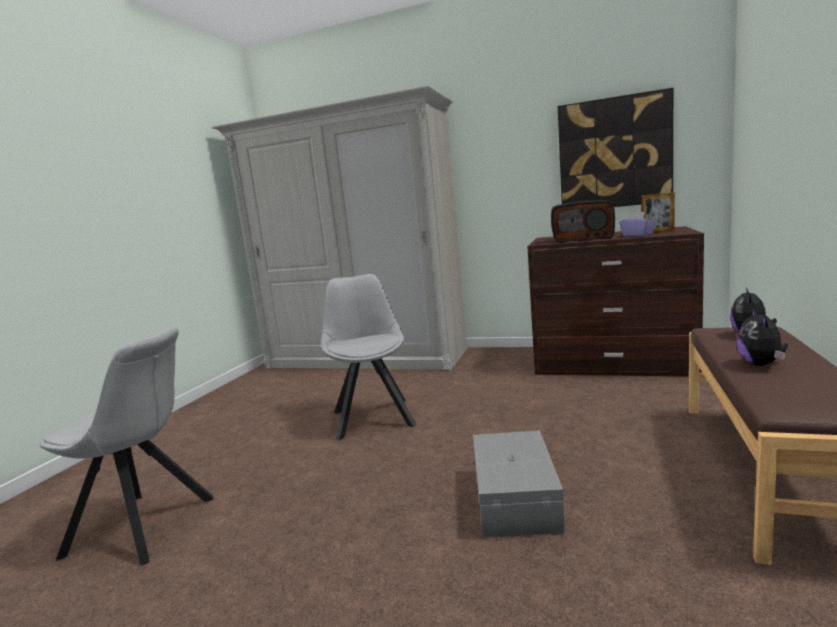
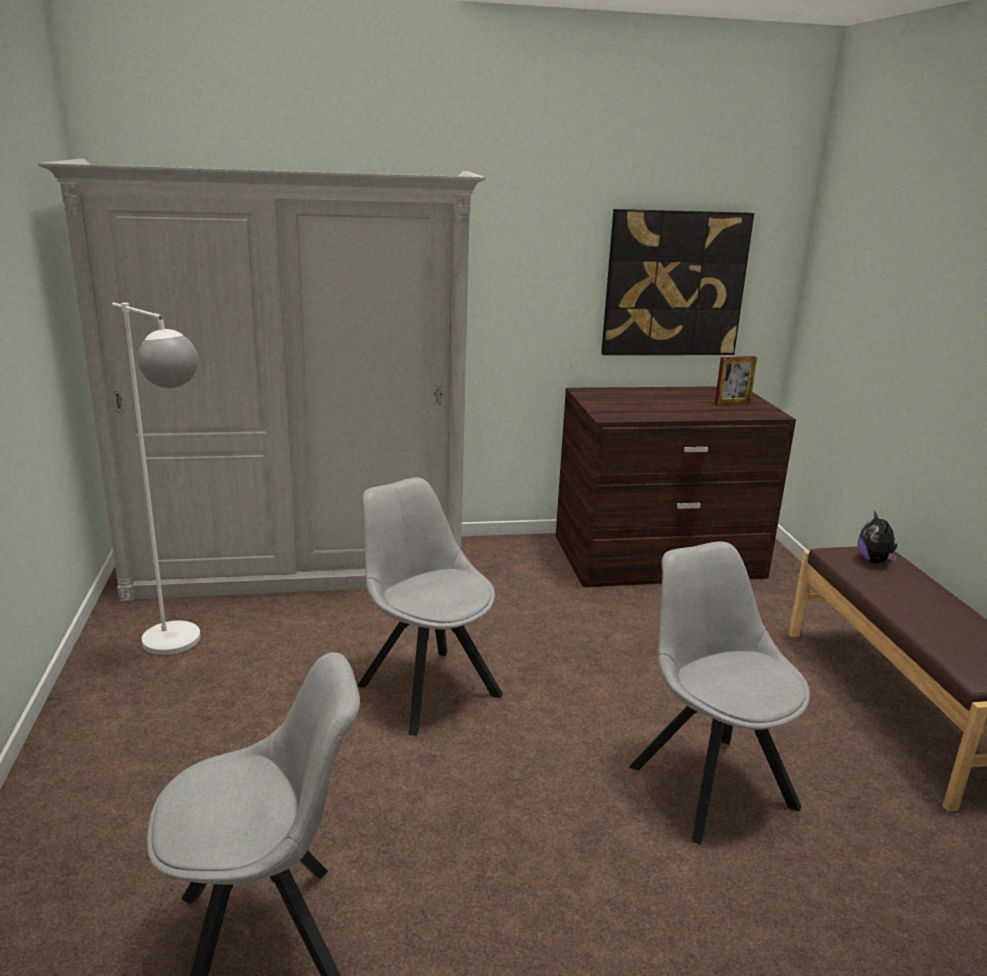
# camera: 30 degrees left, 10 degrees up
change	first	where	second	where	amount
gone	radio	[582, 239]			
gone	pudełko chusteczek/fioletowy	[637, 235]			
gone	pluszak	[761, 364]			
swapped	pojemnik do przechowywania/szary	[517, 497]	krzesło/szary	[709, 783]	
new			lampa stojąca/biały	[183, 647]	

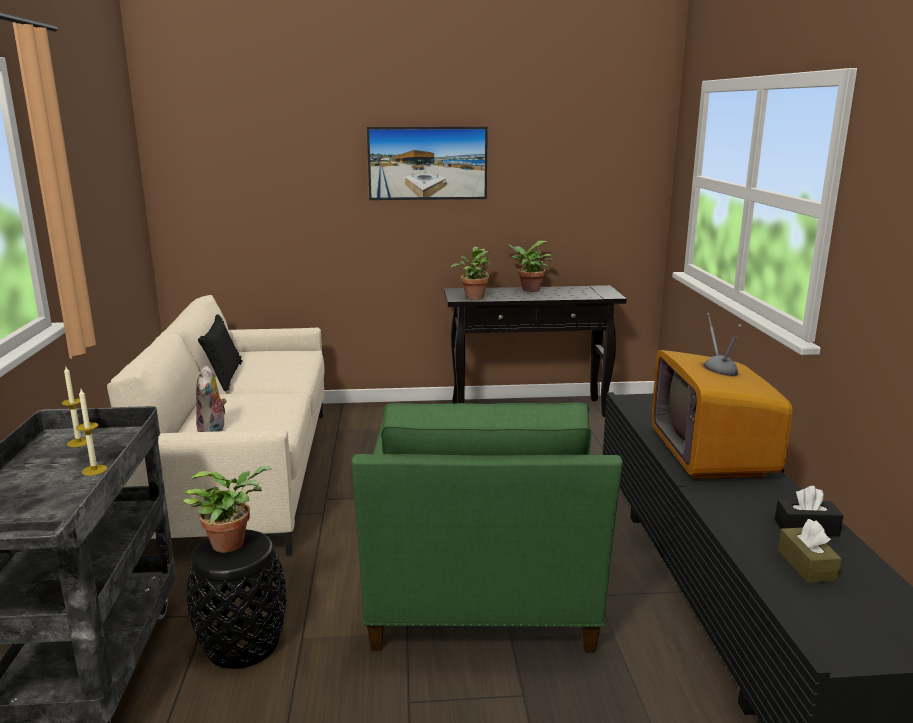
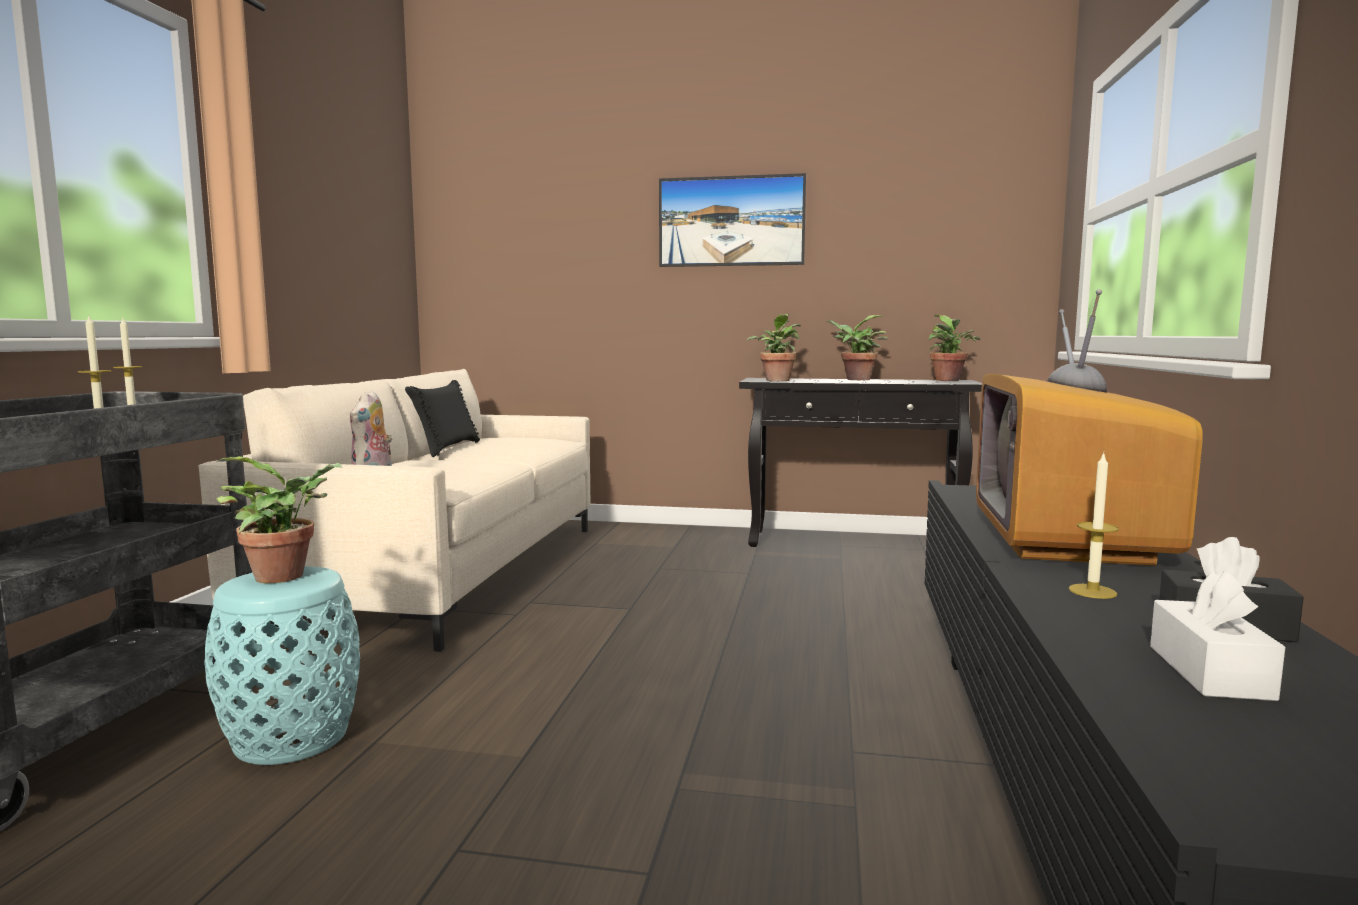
# camera: 15 degrees right, 10 degrees down
change	first	where	second	where	amount
gone	fotel/zielony	[479, 587]			
repainted	pudełko chusteczek/brązowy	[806, 565]	pudełko chusteczek/biały	[1209, 672]	
repainted	stołek/czarny	[242, 645]	stołek/turkusowy	[291, 739]	
new			roślina doniczkowa	[949, 380]	
new			świeca	[1092, 591]	

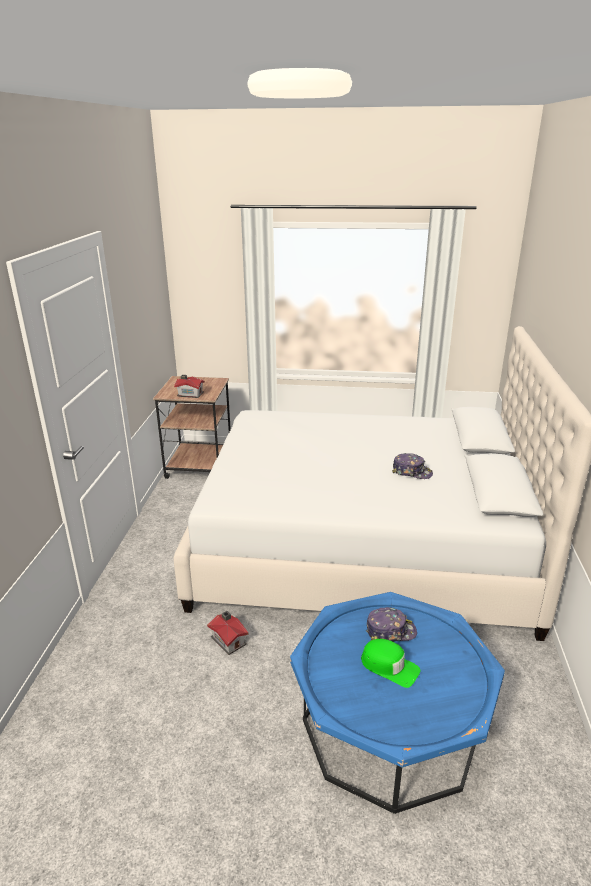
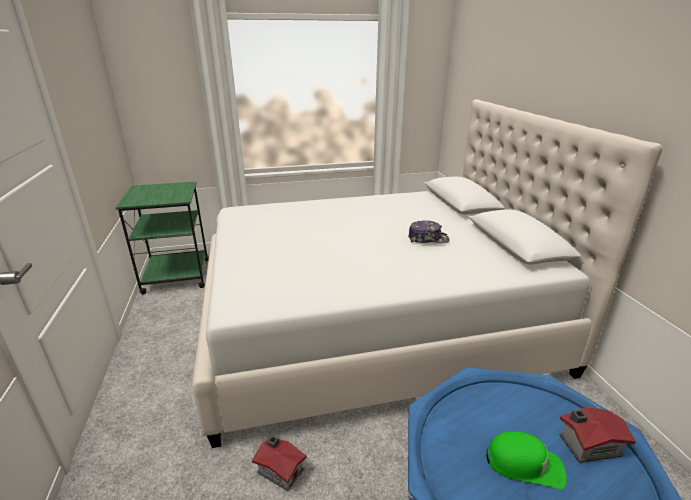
# camera: 20 degrees left, 0 degrees up
change	first	where	second	where	amount
shifted	domek	[190, 394]		[587, 444]	
repainted	wózek/brązowy	[199, 465]	wózek/zielony	[177, 275]	
gone	czapka z daszkiem	[390, 631]			

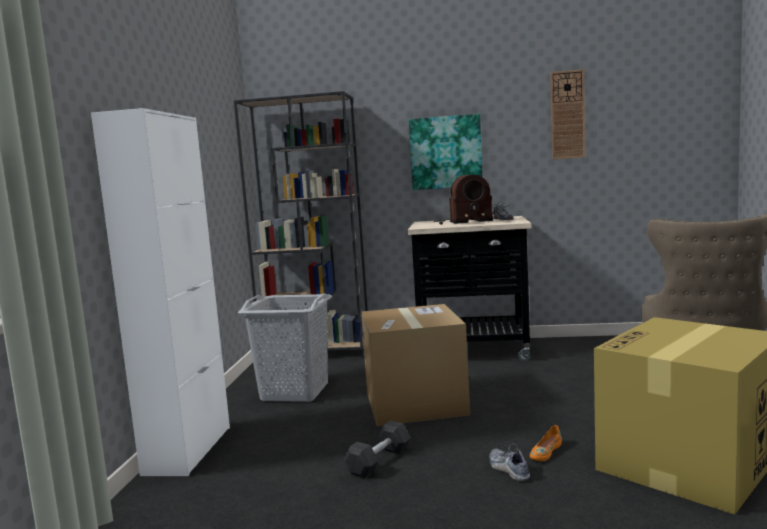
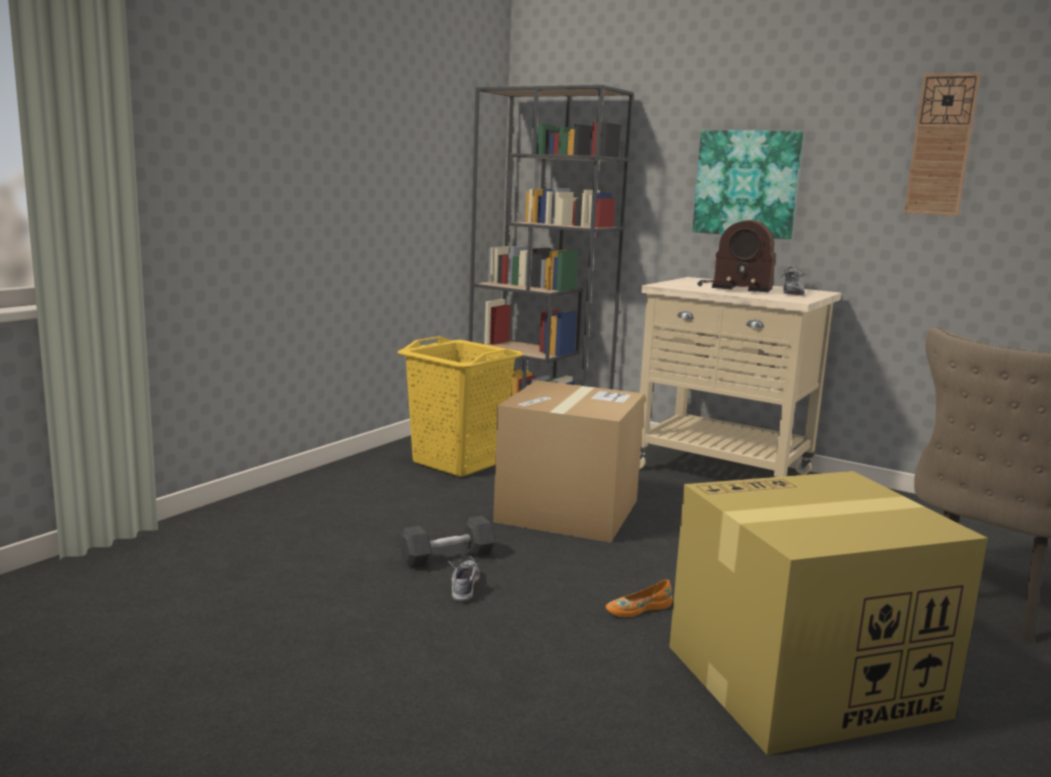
# camera: 25 degrees right, 5 degrees up
change	first	where	second	where	amount
gone	szafka/biały	[188, 450]			
repainted	wózek/czarny	[473, 351]	wózek/beżowy	[723, 471]	
repainted	kosz na pranie/szary	[294, 392]	kosz na pranie/żółty	[458, 462]	
shifted	but	[508, 469]		[464, 586]	

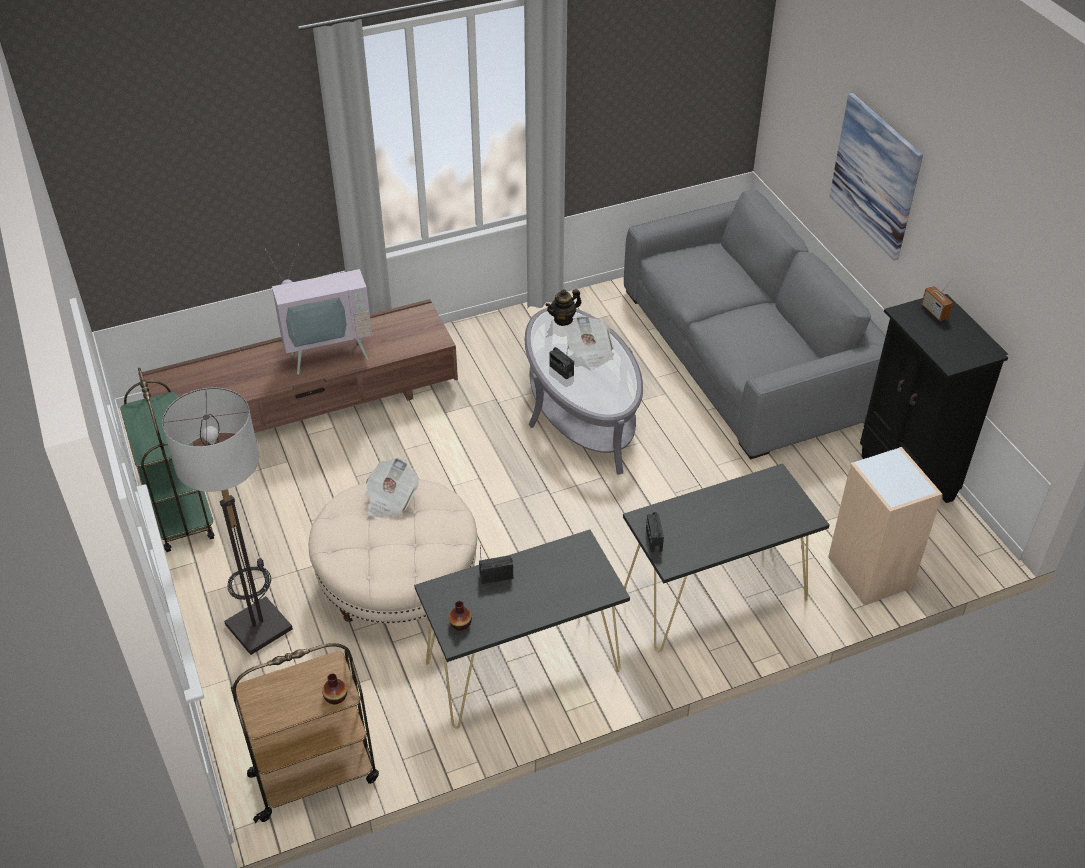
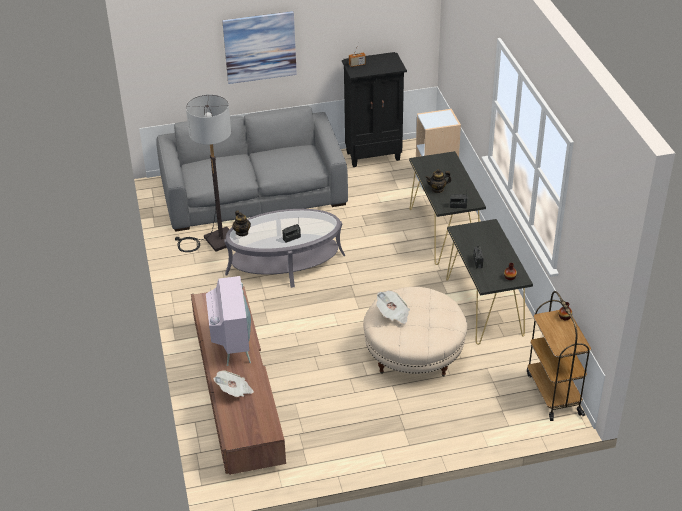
# camera: 80 degrees left, 5 degrees down
change	first	where	second	where	amount
shifted	gazeta	[590, 352]		[234, 391]	
gone	wózek/zielony	[180, 514]			
shifted	lampa stojąca	[256, 614]		[211, 242]	
new			imbryk	[437, 189]	

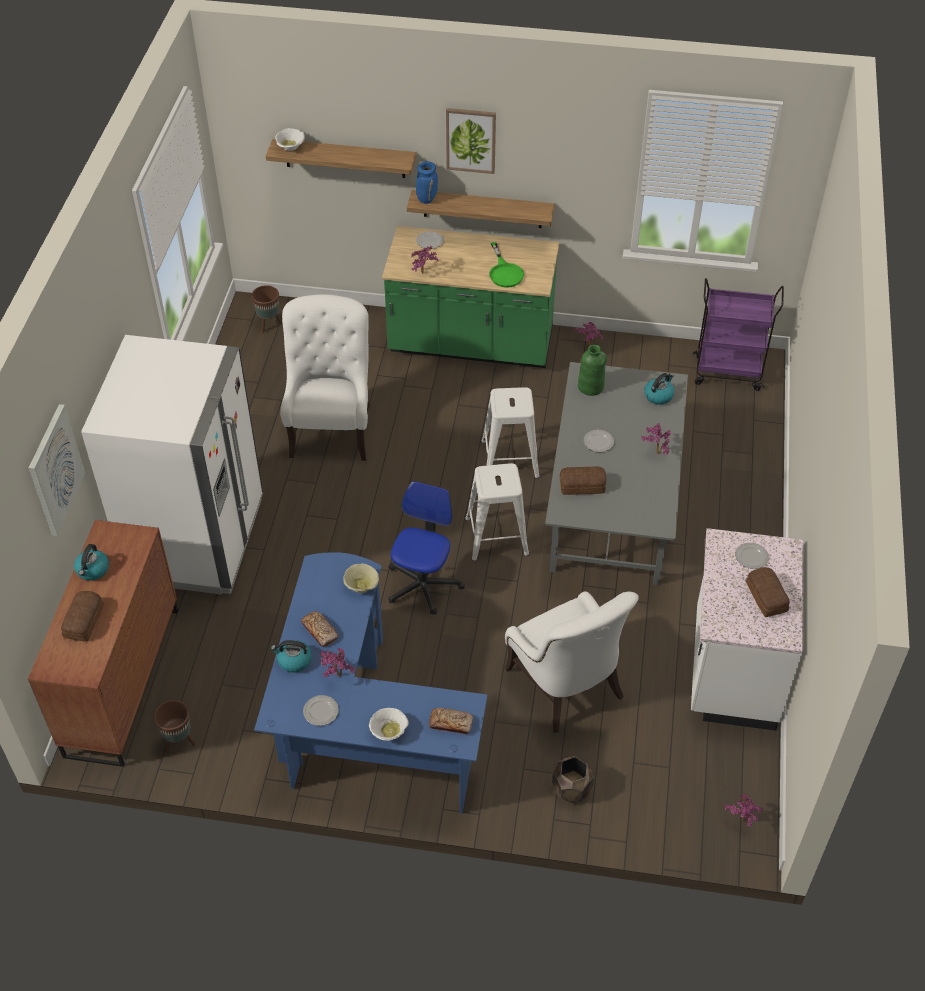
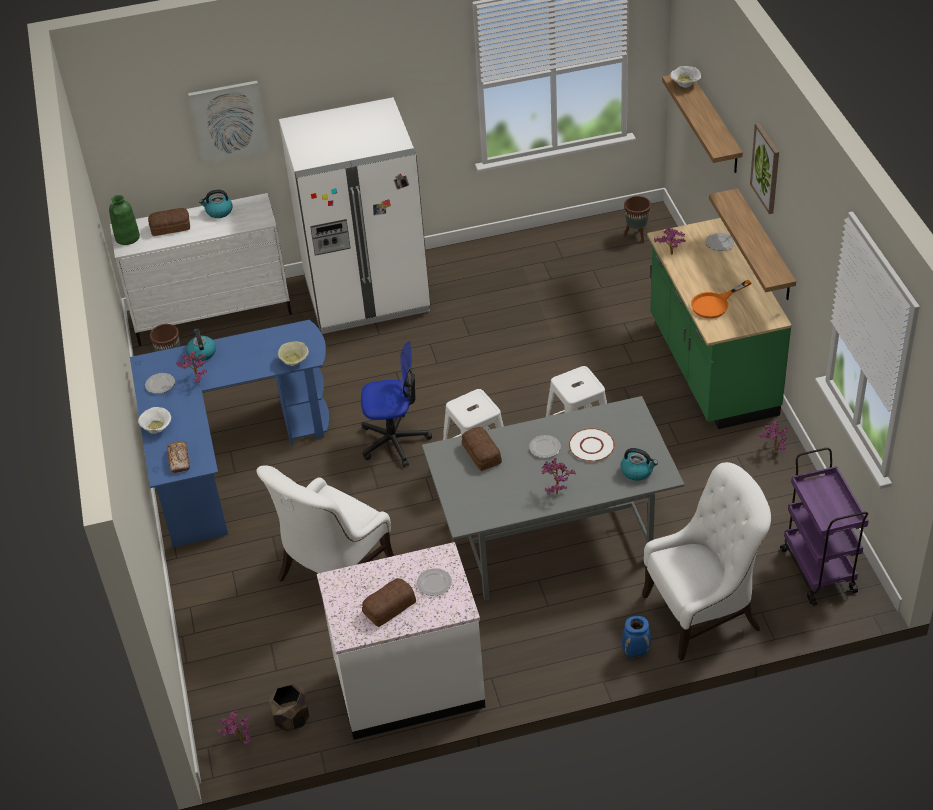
# camera: 70 degrees right, 5 degrees down
change	first	where	second	where	amount
shifted	wazon/niebieski	[426, 199]		[636, 651]	
repainted	patelnia/zielony	[504, 272]	patelnia/pomarańczowy	[715, 304]	
shifted	krzesło/biały	[332, 429]		[703, 613]	
shifted	wazon/zielony	[591, 386]		[127, 238]	
repainted	komoda/brązowy	[121, 681]	komoda/biały	[212, 313]	
gone	chleb	[320, 631]			
shifted	donica/brązowy	[571, 789]		[291, 719]	
new			talerz/biały	[591, 446]	

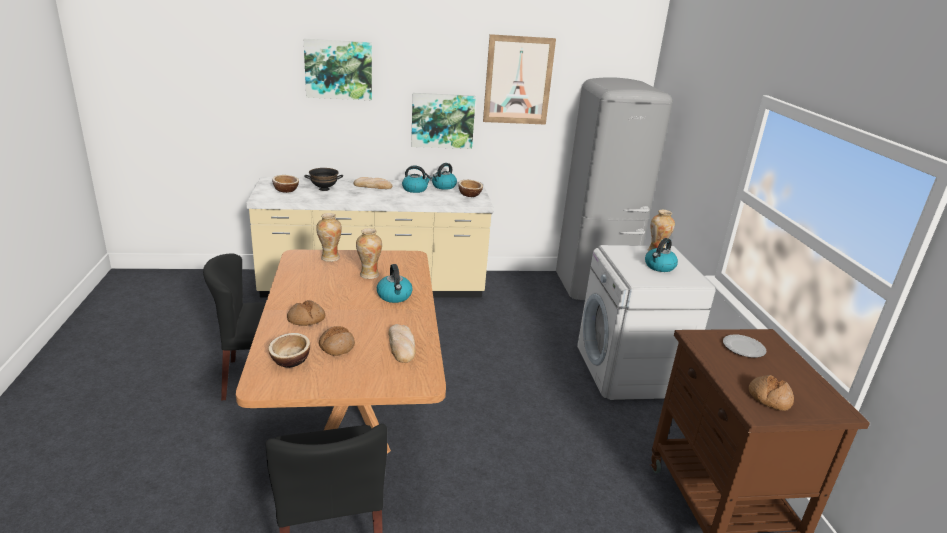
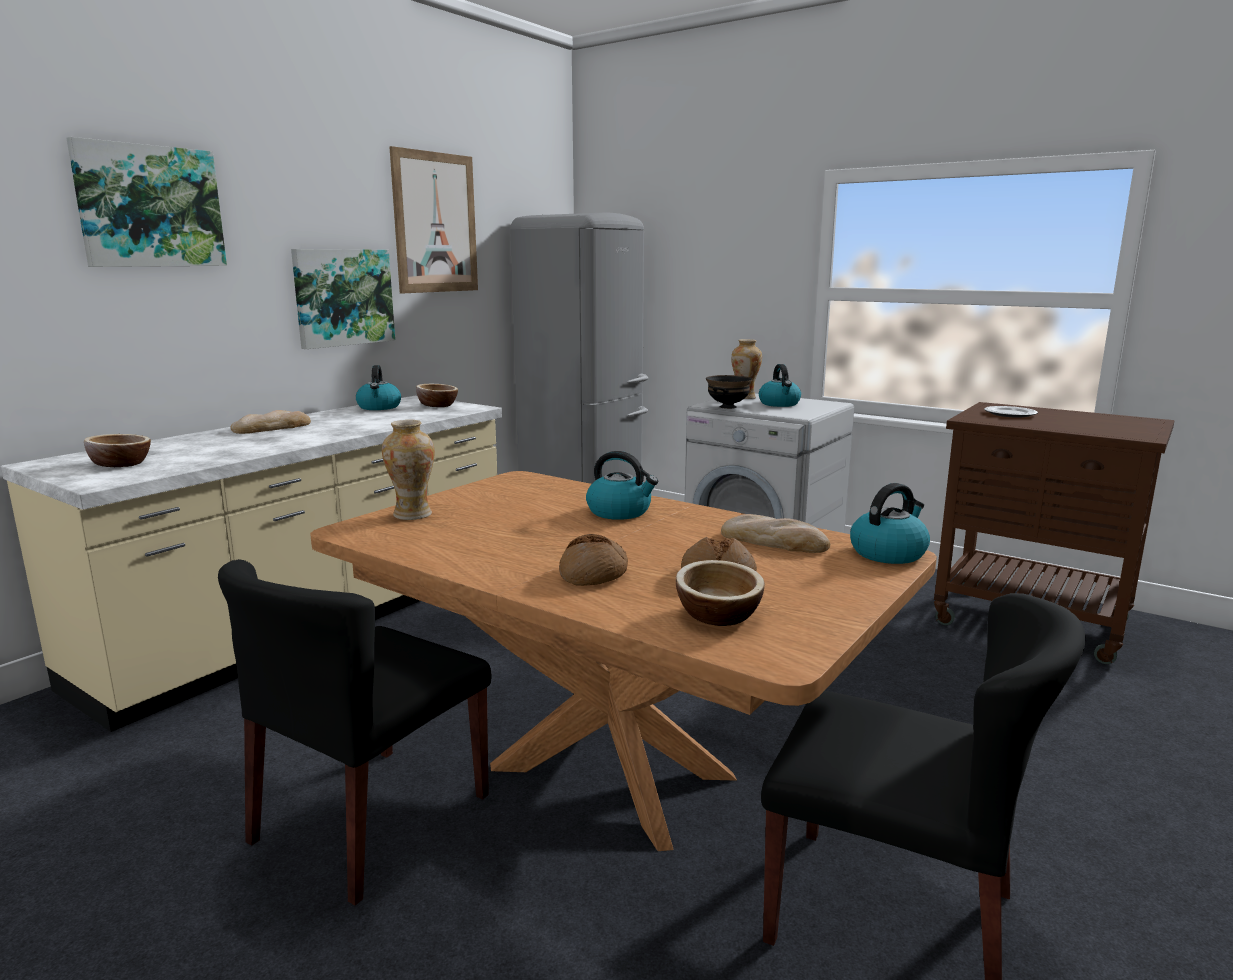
# camera: 45 degrees left, 10 degrees down
change	first	where	second	where	amount
shifted	czajnik	[415, 189]		[888, 553]	
shifted	miska/czarny	[324, 189]		[728, 407]	
gone	wazon	[369, 275]			
gone	chleb	[769, 398]			

